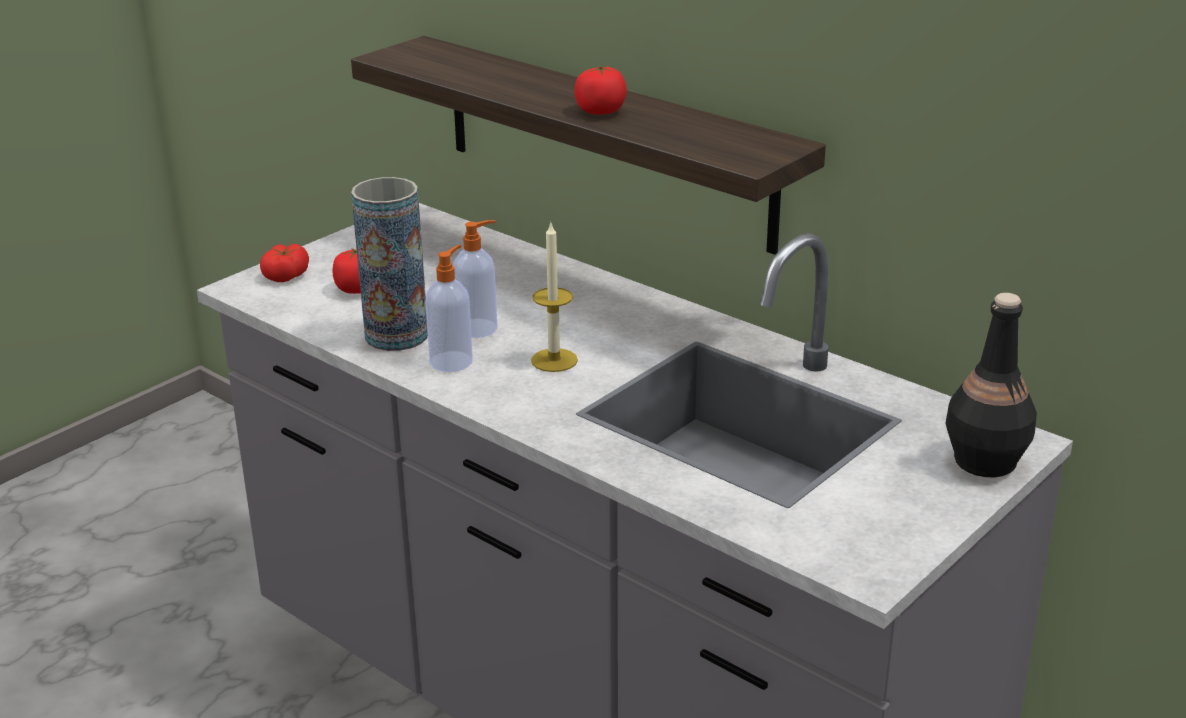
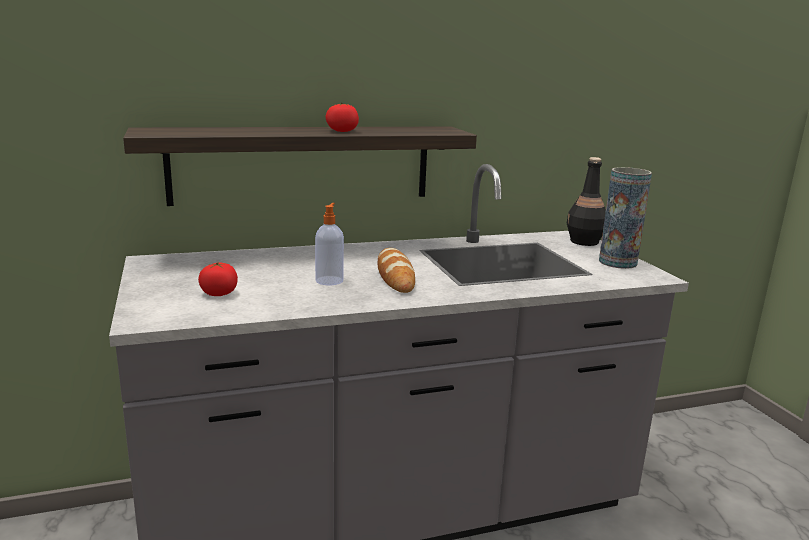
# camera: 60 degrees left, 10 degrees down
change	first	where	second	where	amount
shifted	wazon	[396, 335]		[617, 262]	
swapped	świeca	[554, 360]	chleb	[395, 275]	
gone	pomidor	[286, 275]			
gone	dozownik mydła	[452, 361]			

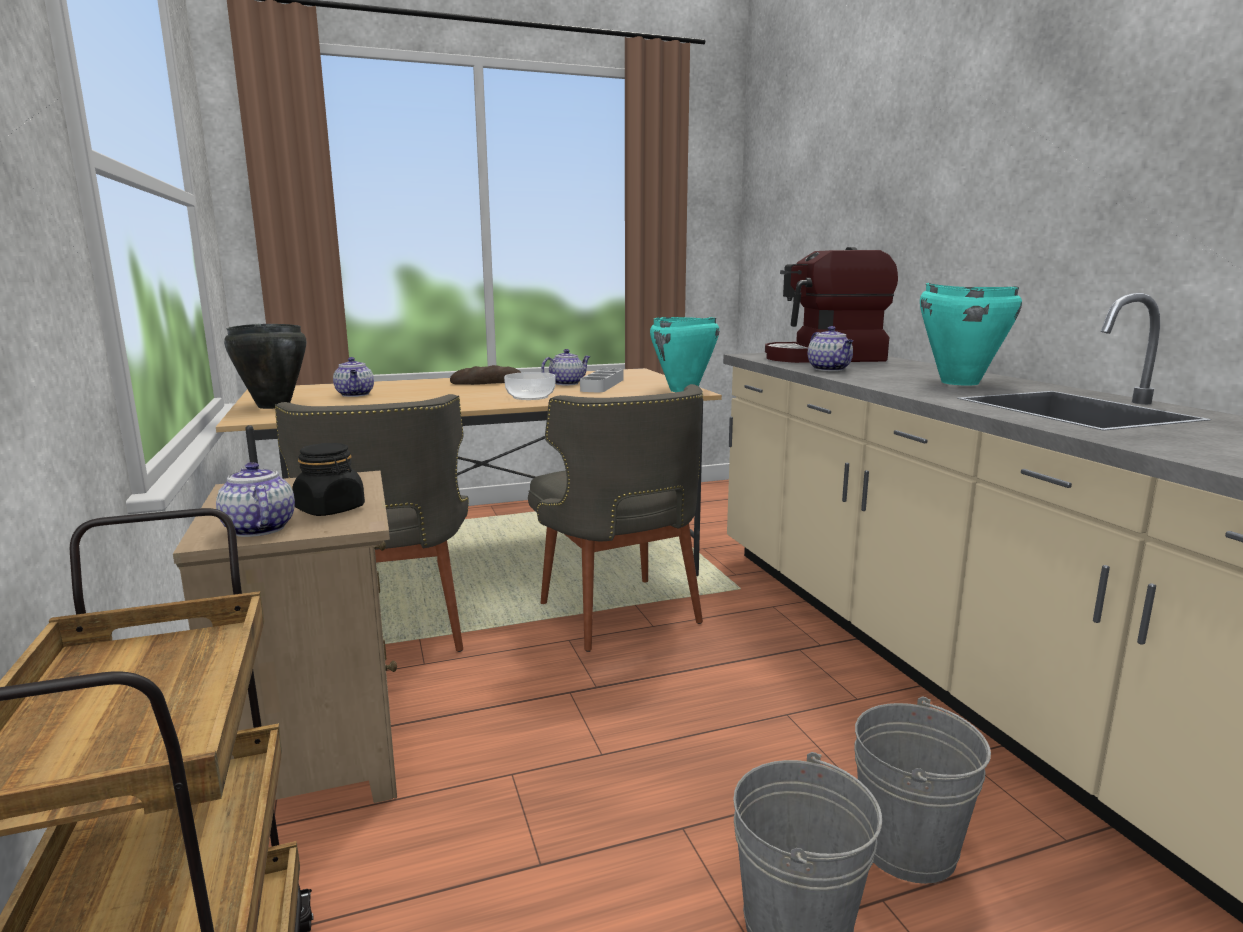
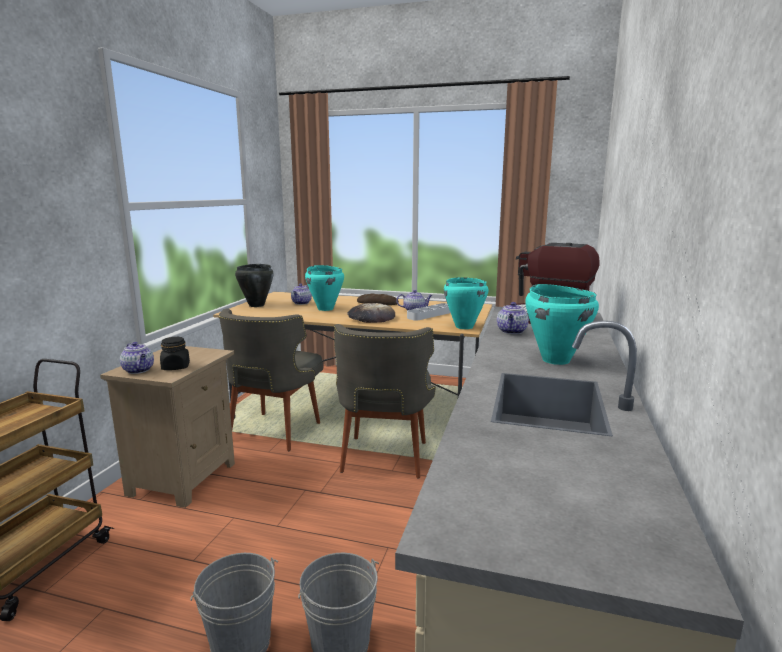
# camera: 35 degrees right, 0 degrees up
change	first	where	second	where	amount
swapped	miska	[530, 397]	chleb	[371, 318]	
rotated	imbryk	[258, 528]		[139, 370]	135 degrees clockwise
new			garnek/turkusowy	[325, 309]	

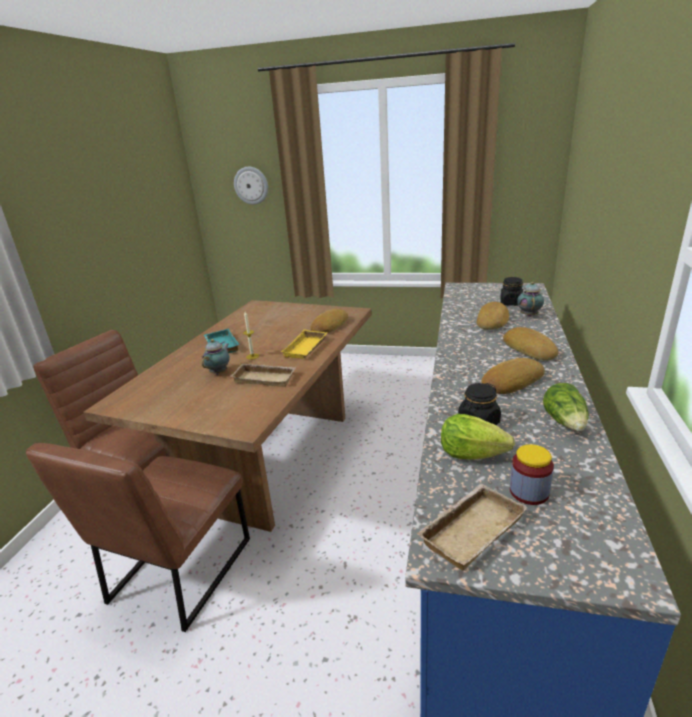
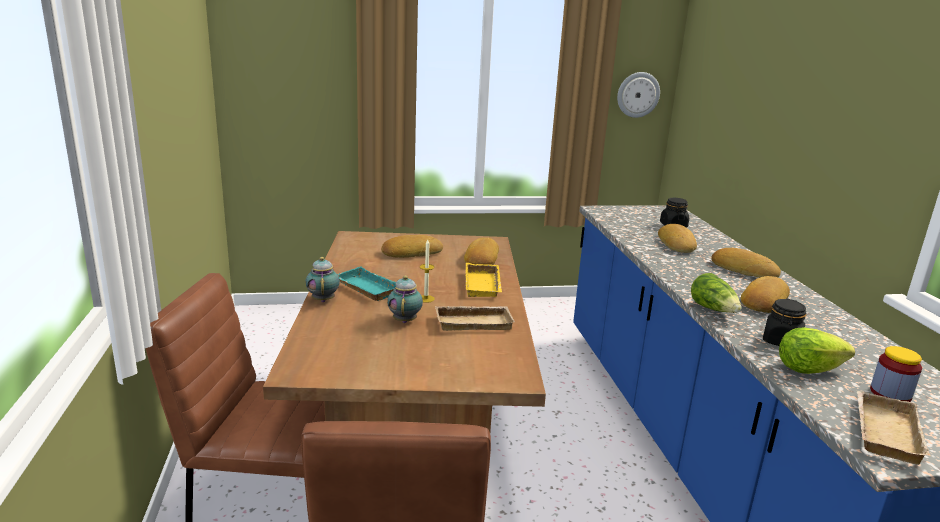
# camera: 25 degrees left, 5 degrees down
change	first	where	second	where	amount
shifted	zegar ścienny	[251, 185]		[638, 94]	
shifted	imbryk	[529, 315]		[323, 299]	
shifted	sałata	[565, 422]		[713, 310]	
new			chleb	[411, 252]	

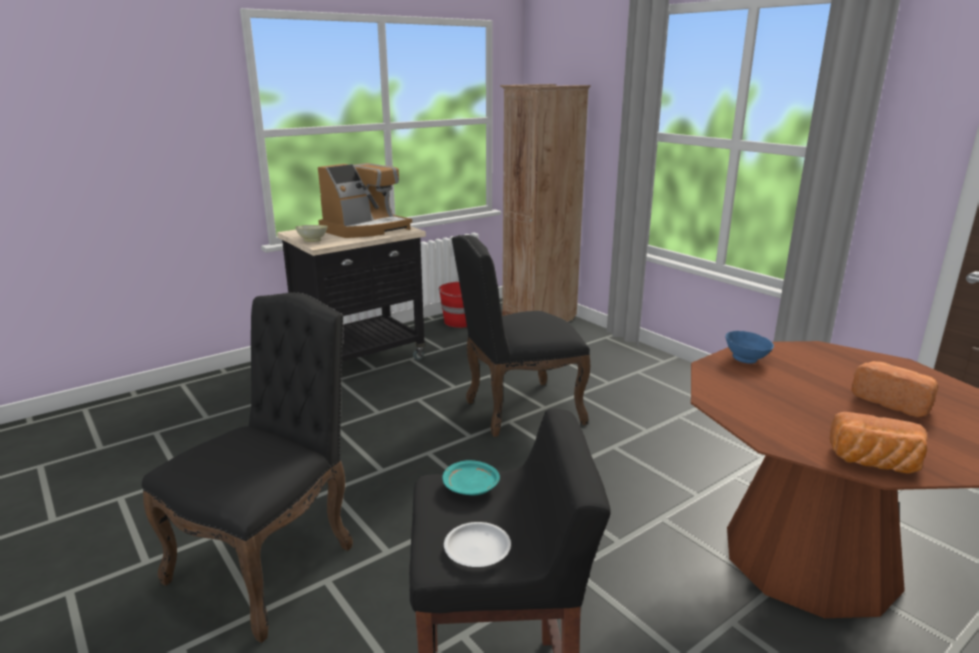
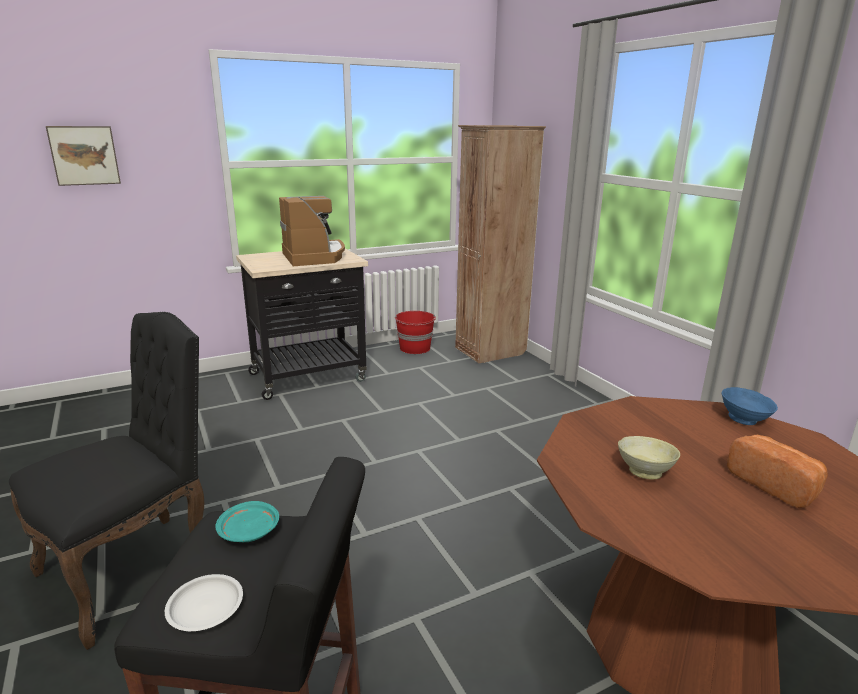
# camera: 10 degrees right, 0 degrees up
change	first	where	second	where	amount
rotated	ekspres do kawy	[365, 229]		[315, 257]	75 degrees counterclockwise
shifted	miska/beżowy	[313, 241]		[645, 471]	
gone	krzesło/czarny	[519, 410]			
shifted	miska/niebieski	[746, 360]		[744, 420]	
gone	chleb	[873, 464]			
new			obraz	[84, 155]	

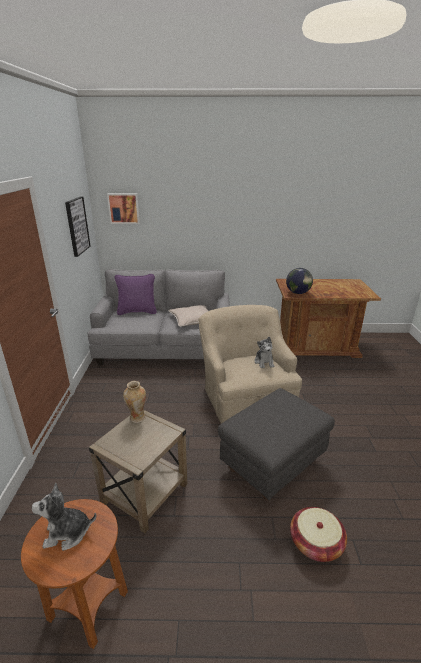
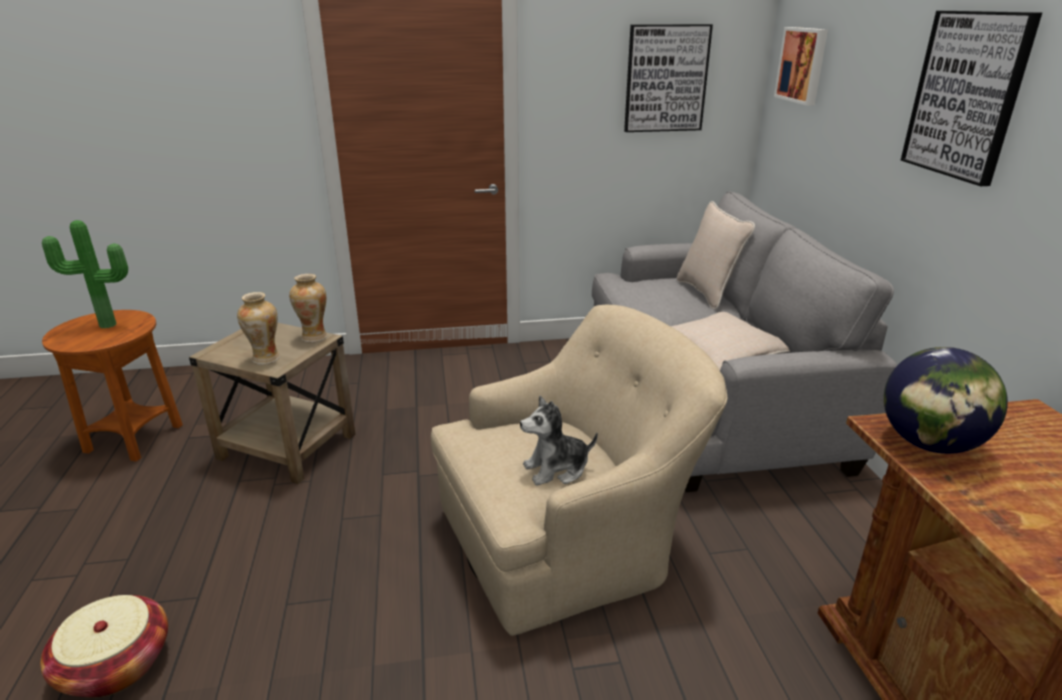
# camera: 80 degrees right, 0 degrees up
change	first	where	second	where	amount
repainted	poduszka/fioletowy	[137, 312]	poduszka/beżowy	[707, 293]	
gone	pufa/szary	[272, 465]			
swapped	pluszak	[67, 533]	roślina doniczkowa	[107, 326]	
new			obraz	[967, 95]	
new			wazon	[265, 359]	

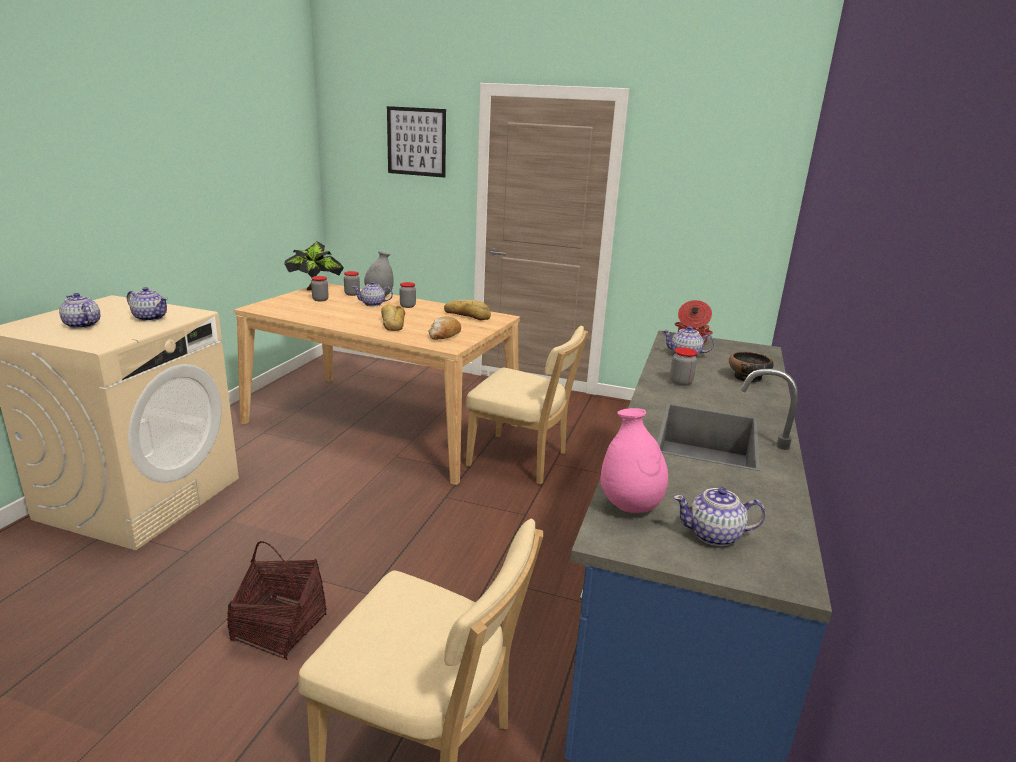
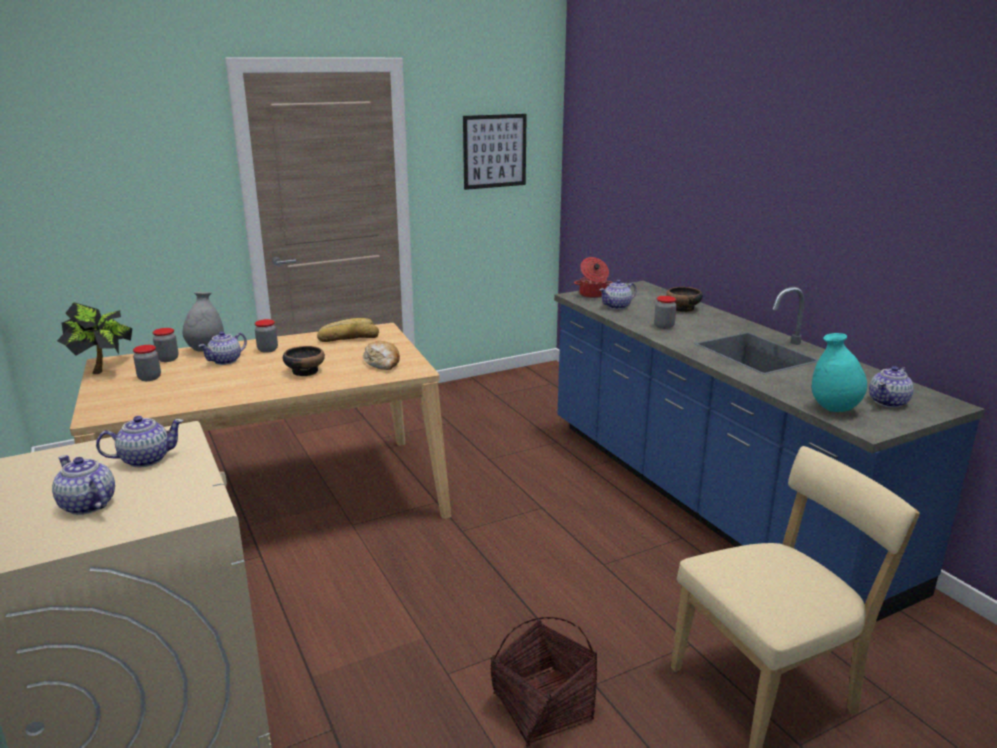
# camera: 45 degrees left, 0 degrees up
change	first	where	second	where	amount
shifted	obraz	[416, 142]		[494, 151]	
rotated	imbryk	[82, 325]		[87, 505]	45 degrees clockwise
swapped	chleb	[392, 323]	miska	[305, 371]	
gone	krzesło/beżowy	[522, 461]			
repainted	wazon/różowy	[630, 507]	wazon/turkusowy	[834, 409]	

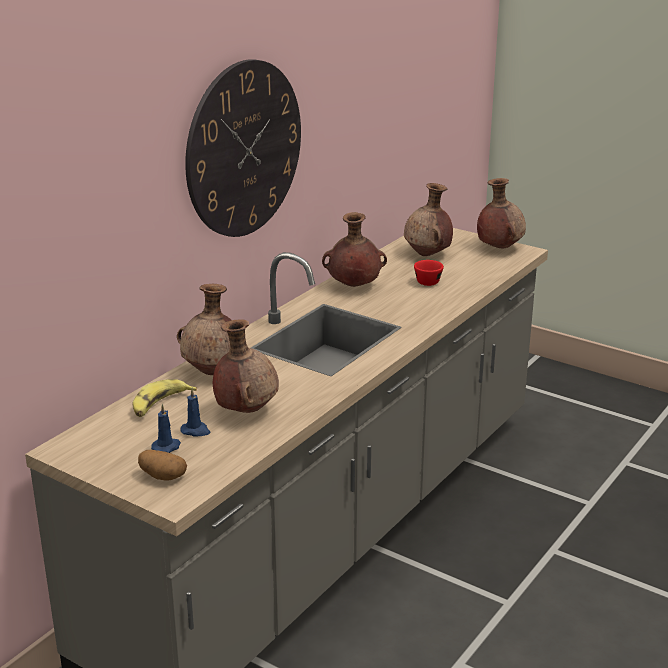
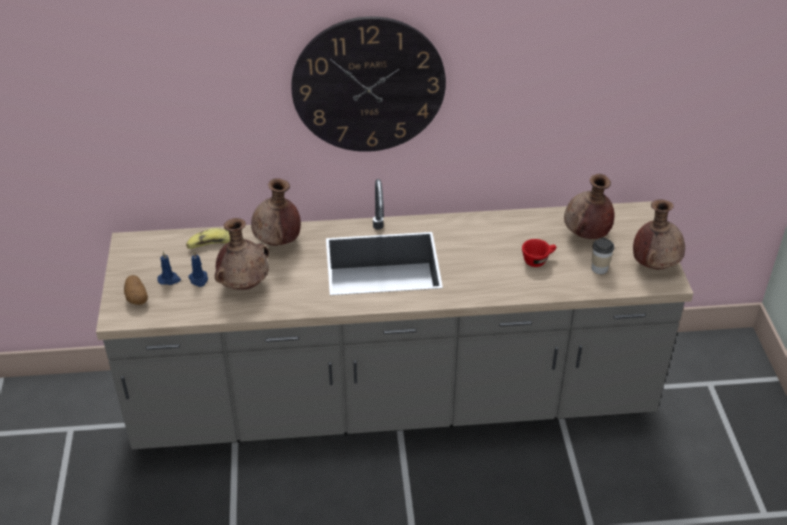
# camera: 50 degrees right, 15 degrees up
change	first	where	second	where	amount
gone	wazon/brązowy	[353, 286]			
new			filiżanka	[599, 269]	

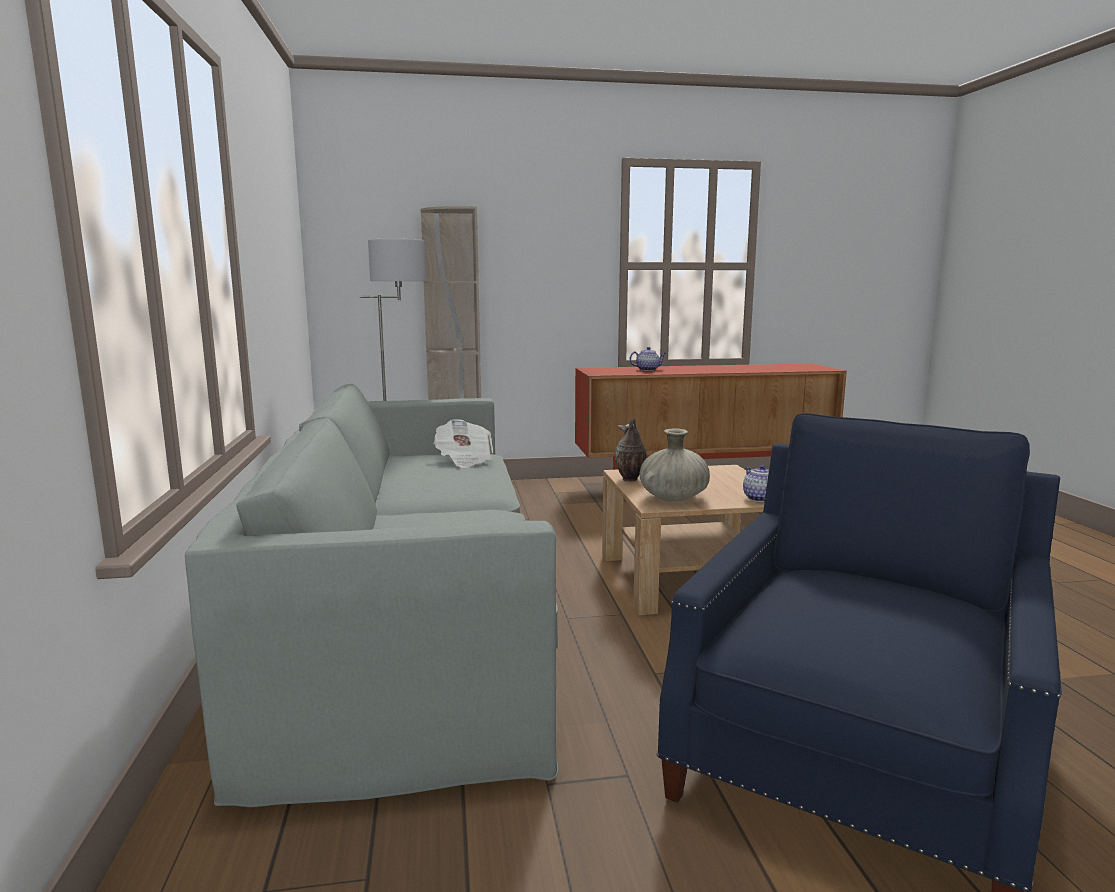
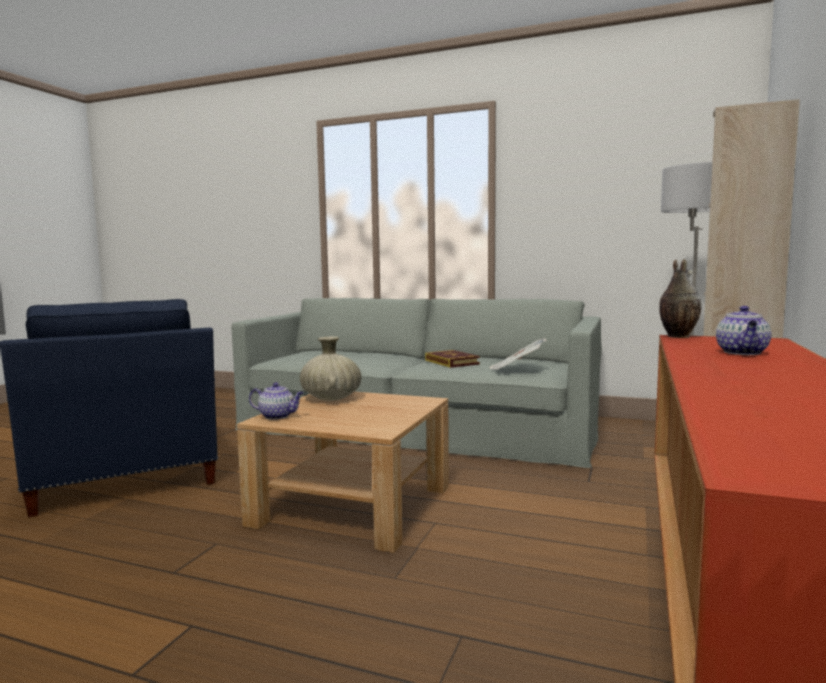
# camera: 120 degrees right, 5 degrees down
change	first	where	second	where	amount
shifted	wazon	[630, 479]		[676, 336]	
new			książka	[451, 362]	

